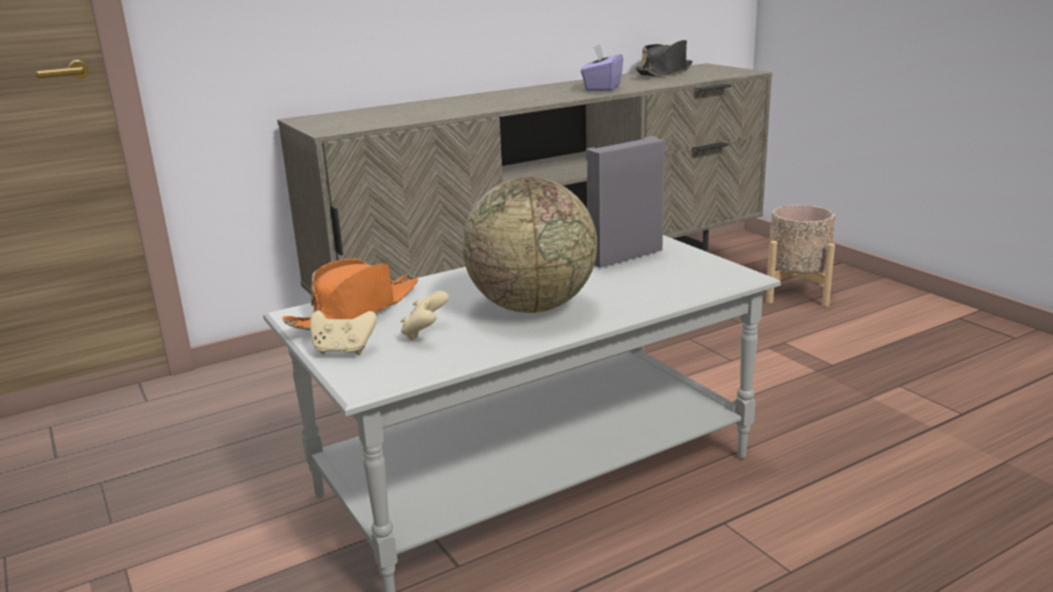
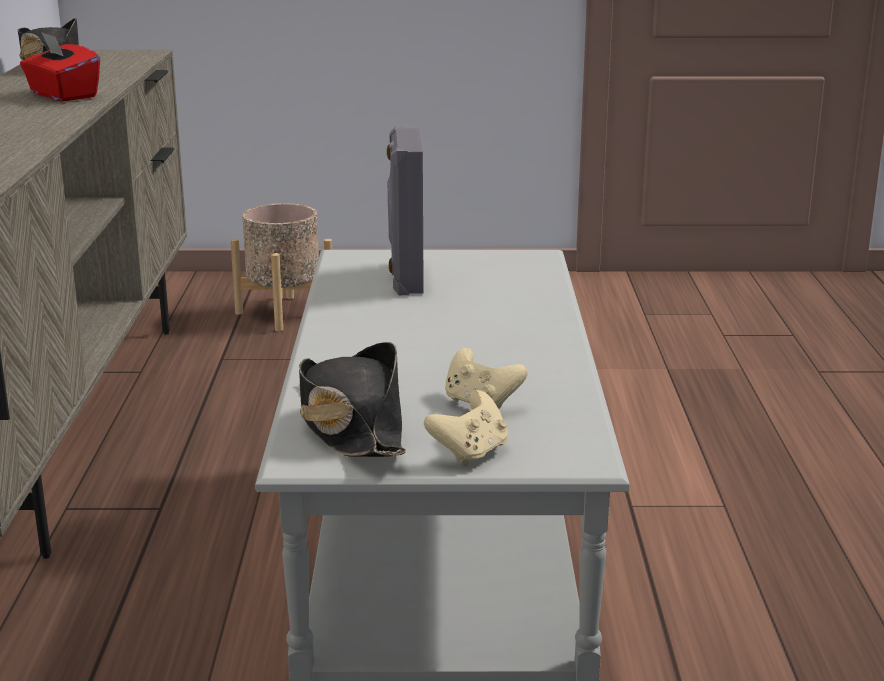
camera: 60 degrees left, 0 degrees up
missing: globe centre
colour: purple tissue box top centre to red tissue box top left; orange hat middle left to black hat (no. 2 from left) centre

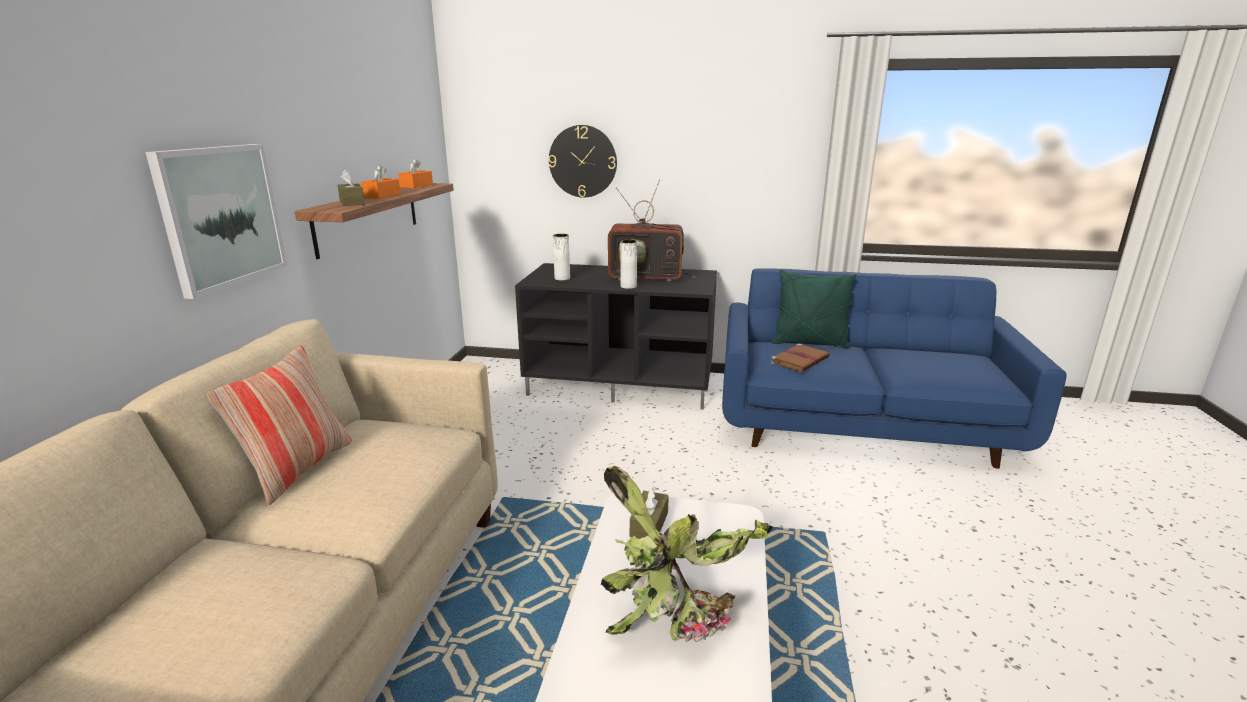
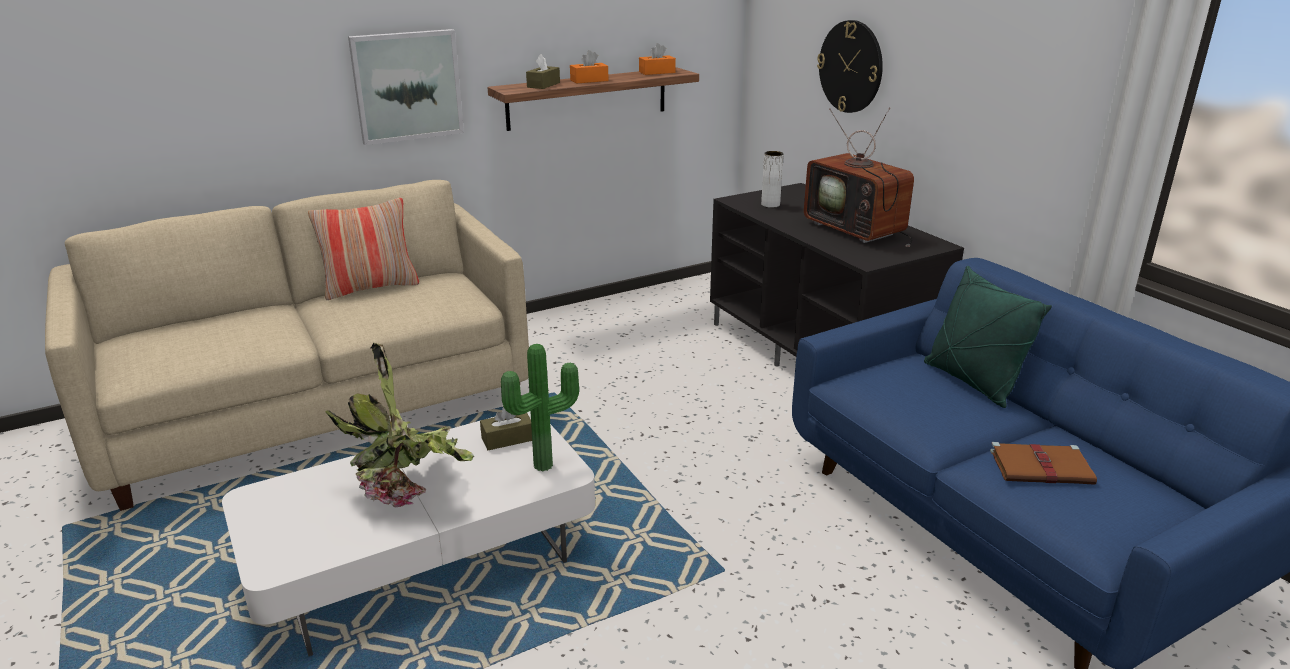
camera: 50 degrees right, 5 degrees up
missing: white vase (no. 2 from left) centre
appeared: potted plant (no. 2 from left) centre
relocated: brown book centre to bottom right

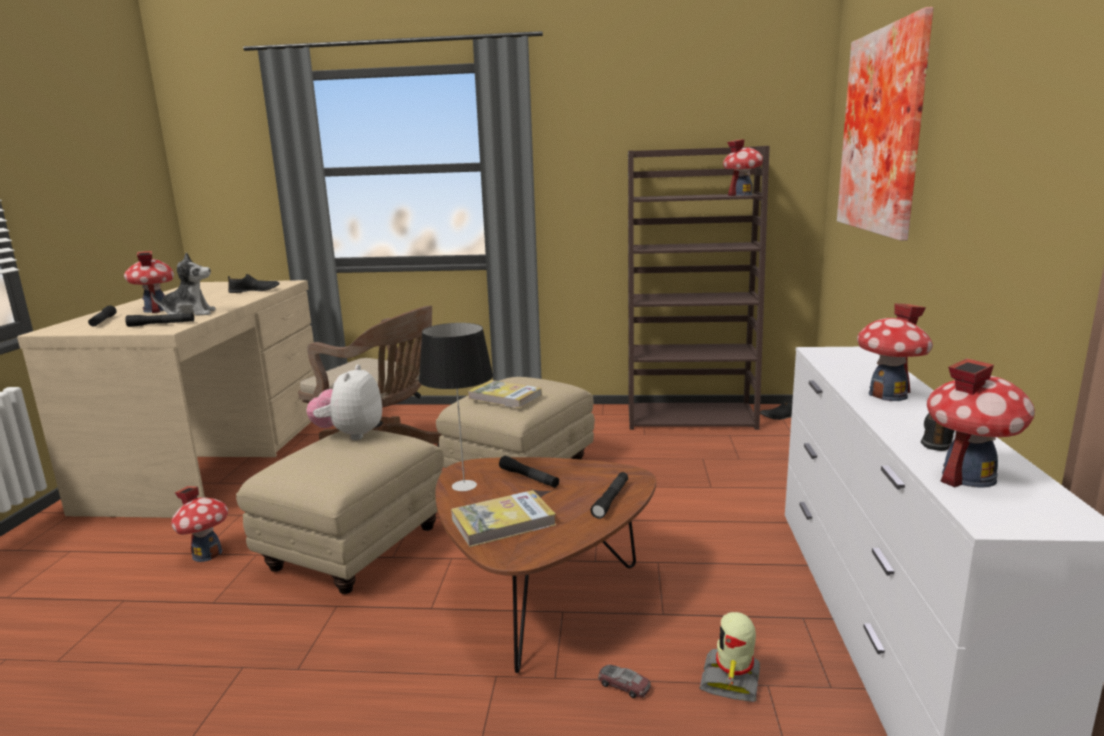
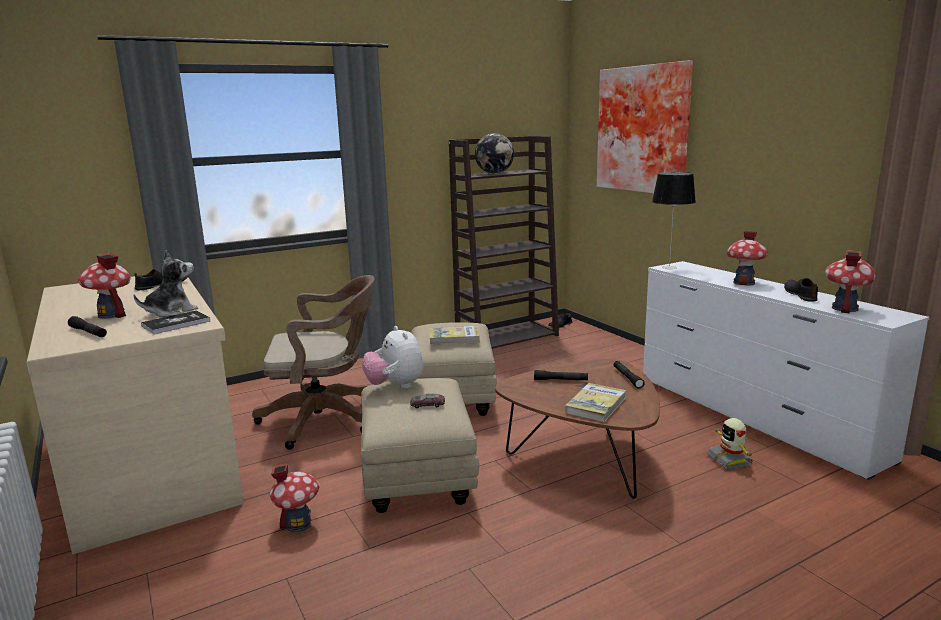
camera: 35 degrees left, 0 degrees up
missing: toy house (no. 3 from left) top right
appeared: globe top centre
relocated: table lamp centre to middle right; toy car bottom centre to centre
exchanged: black flashlight (no. 2 from left) middle left to book (no. 1 from left) middle left

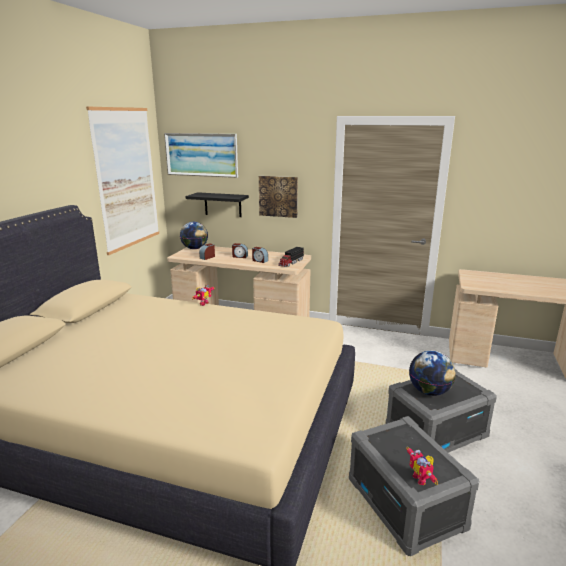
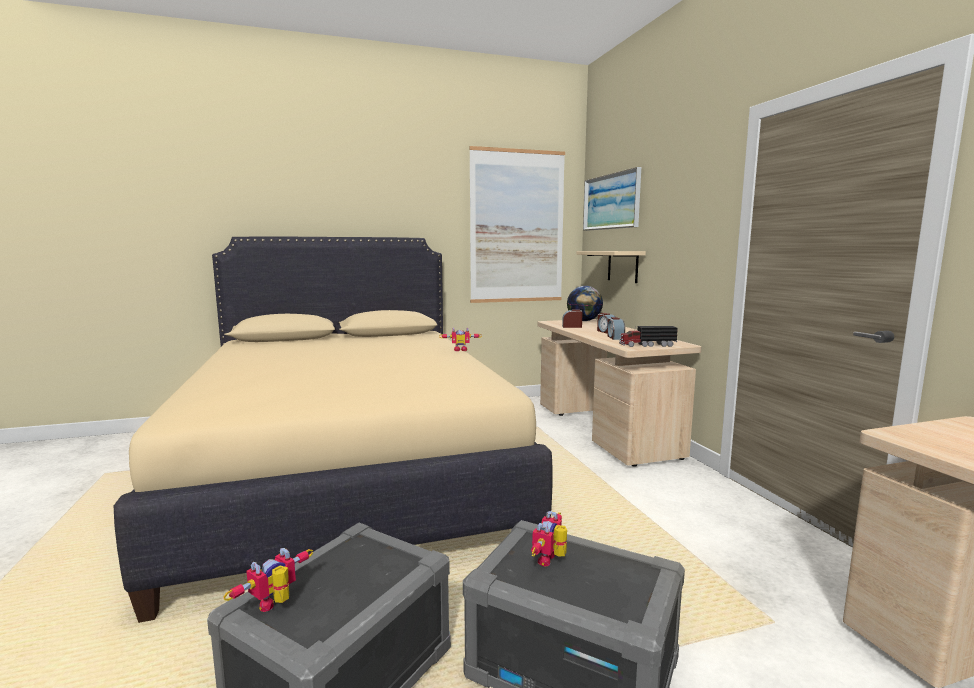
camera: 55 degrees right, 10 degrees down
missing: picture (no. 3 from left) centre
exchanged: globe (no. 2 from left) middle right to toy robot (no. 3 from left) bottom centre
colour: black shelf centre to beige shelf centre

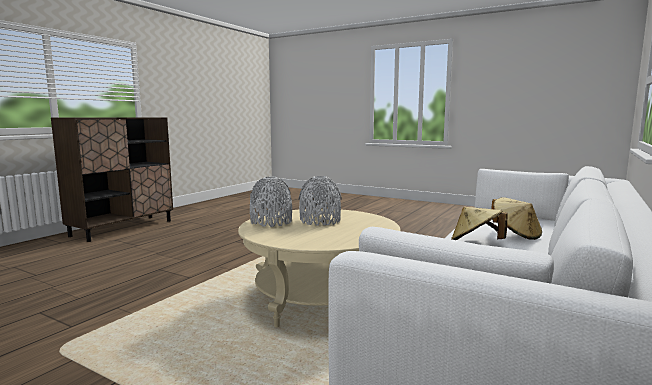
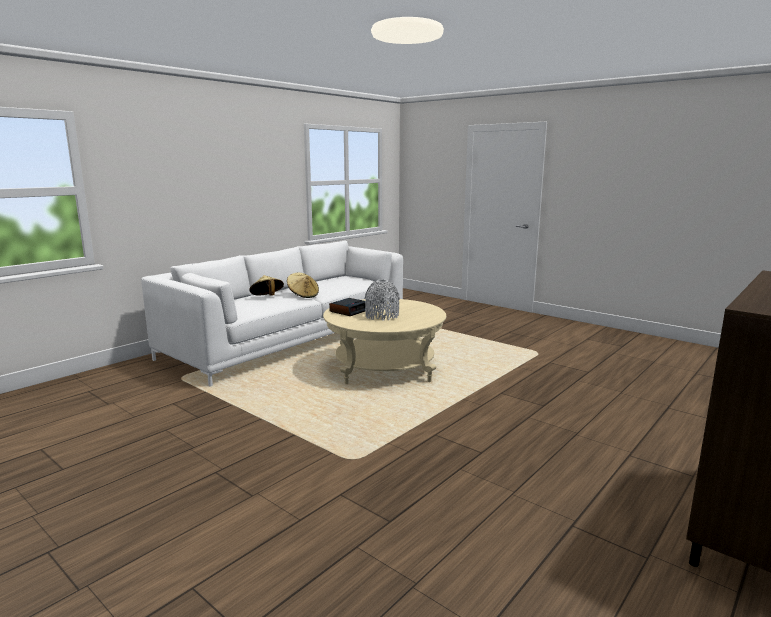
camera: 170 degrees left, 5 degrees up
missing: grey vase (no. 1 from left) centre
appeared: alarm clock centre

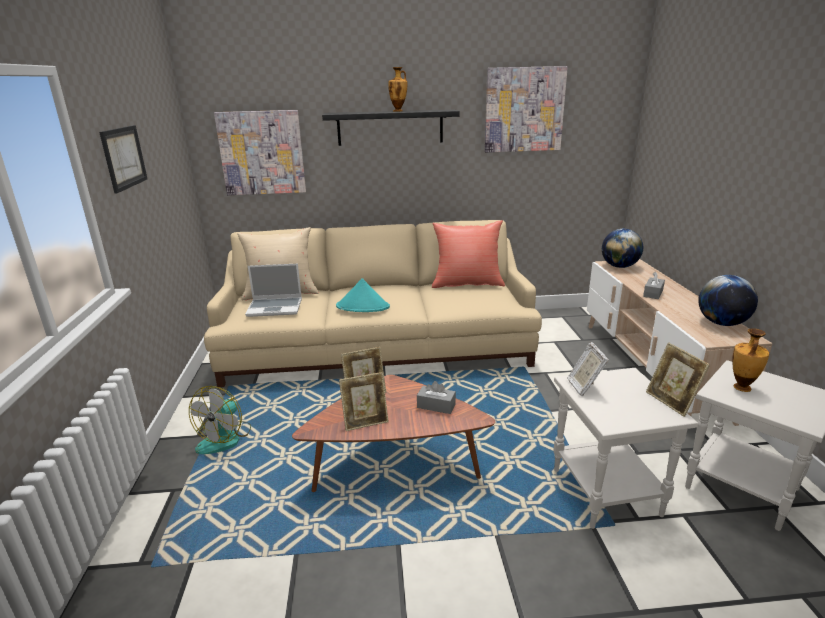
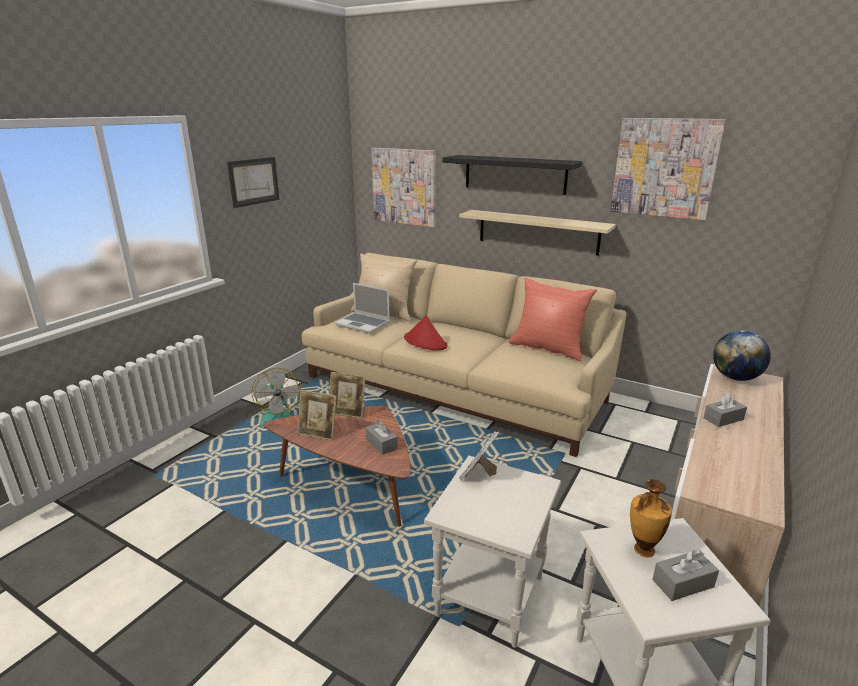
camera: 35 degrees right, 0 degrees up
missing: vase (no. 1 from left) top centre; globe (no. 2 from left) middle right; picture frame (no. 4 from left) middle right
appeared: beige shelf centre; grey tissue box (no. 2 from left) bottom right
colour: turquoise hat centre to red hat centre
spun: fan bottom left = middle left 75 degrees counterclockwise

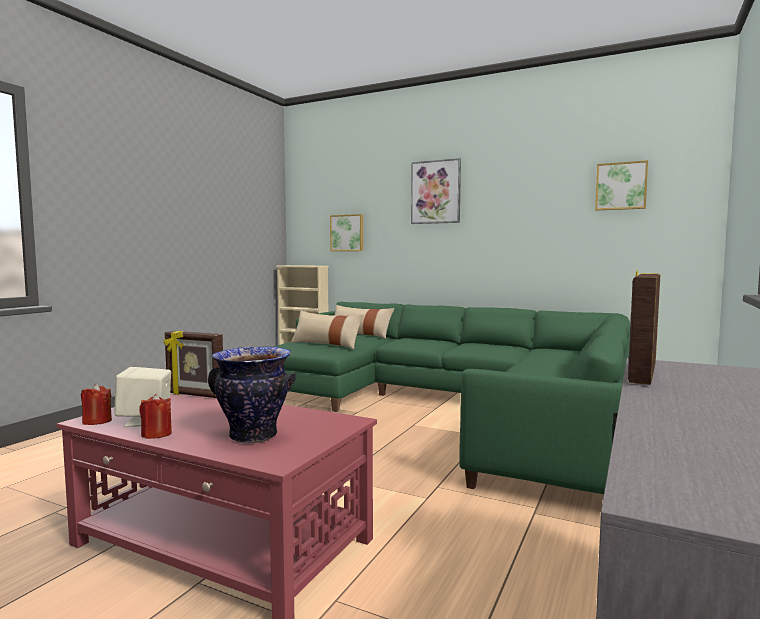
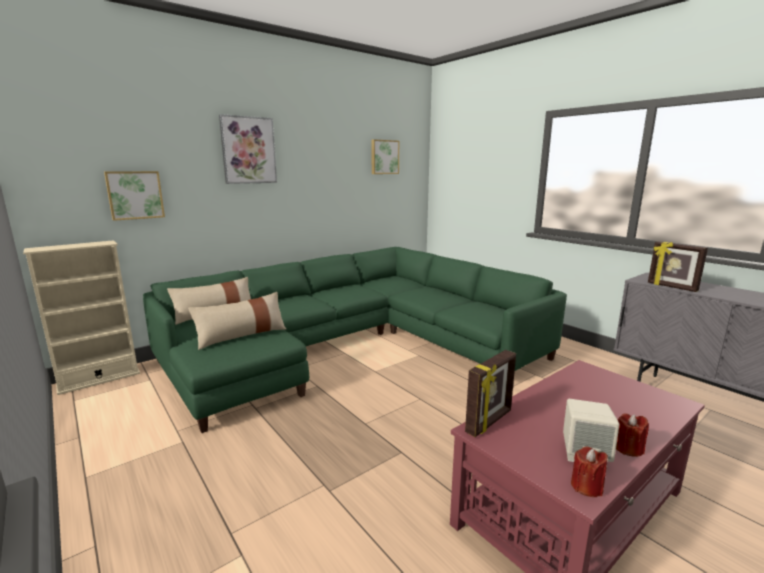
camera: 65 degrees left, 10 degrees up
missing: vase middle left

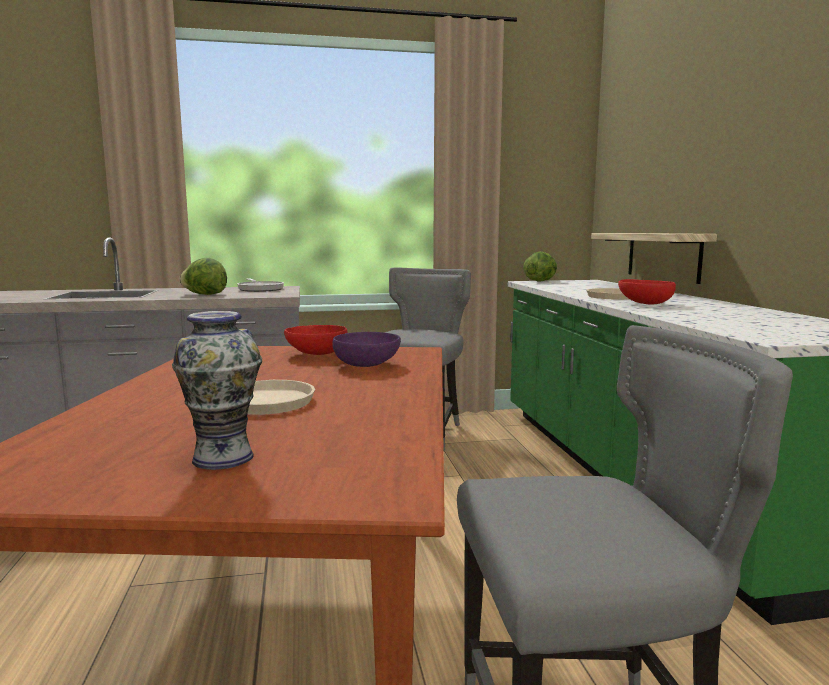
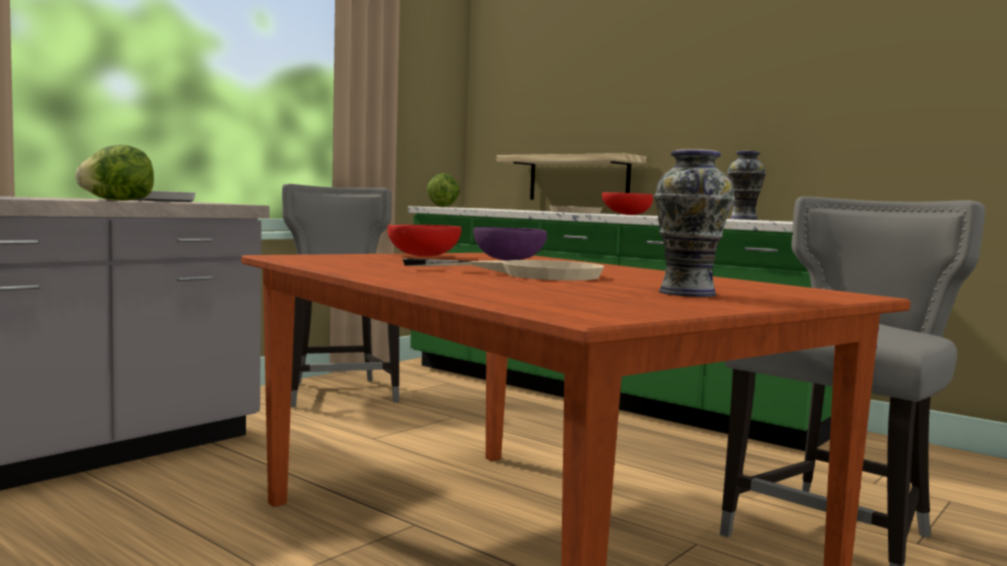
camera: 40 degrees left, 5 degrees down
appeared: vase (no. 2 from left) top right

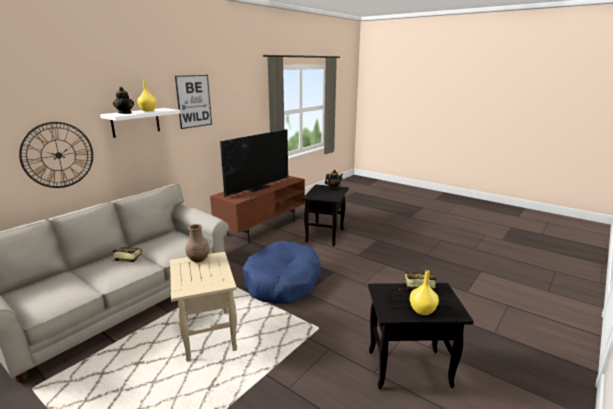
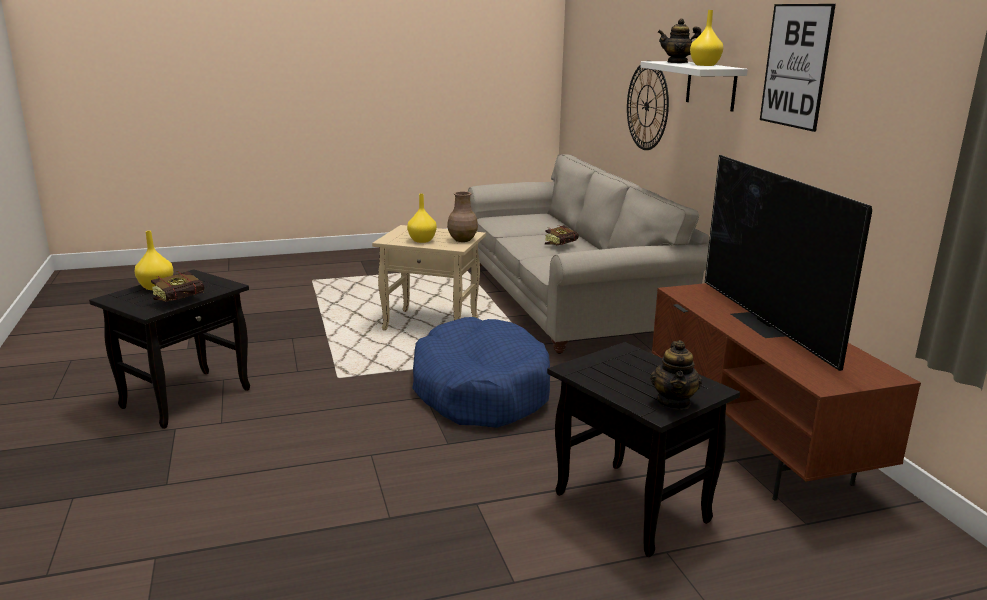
camera: 125 degrees right, 0 degrees up
appeared: yellow vase (no. 2 from left) centre

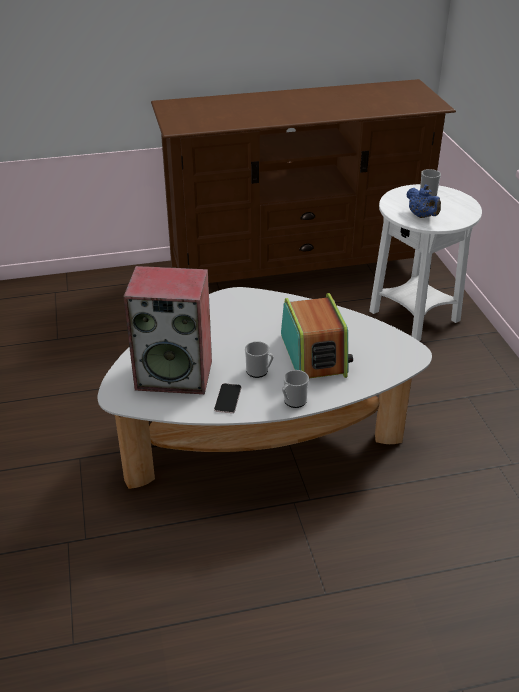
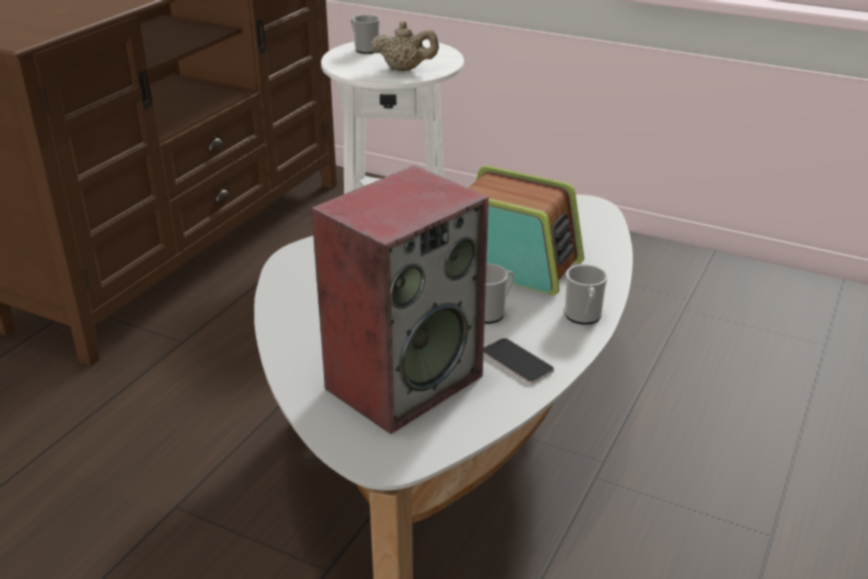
camera: 50 degrees left, 5 degrees down
colour: blue teapot top right to beige teapot top centre

